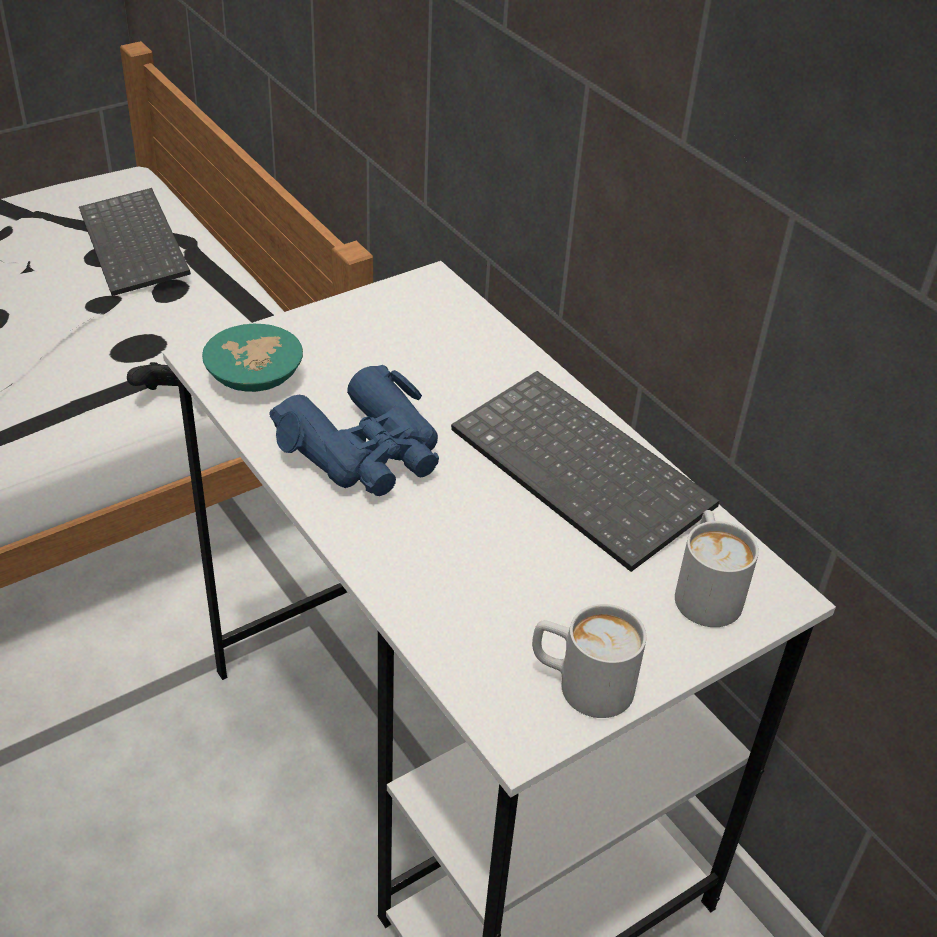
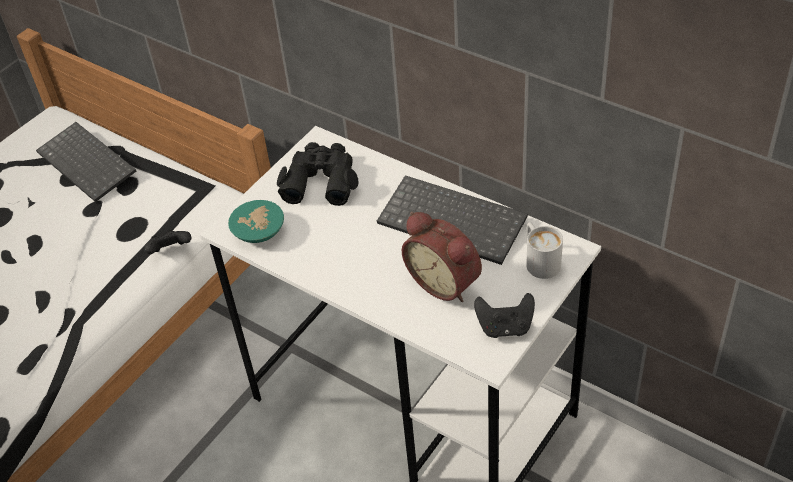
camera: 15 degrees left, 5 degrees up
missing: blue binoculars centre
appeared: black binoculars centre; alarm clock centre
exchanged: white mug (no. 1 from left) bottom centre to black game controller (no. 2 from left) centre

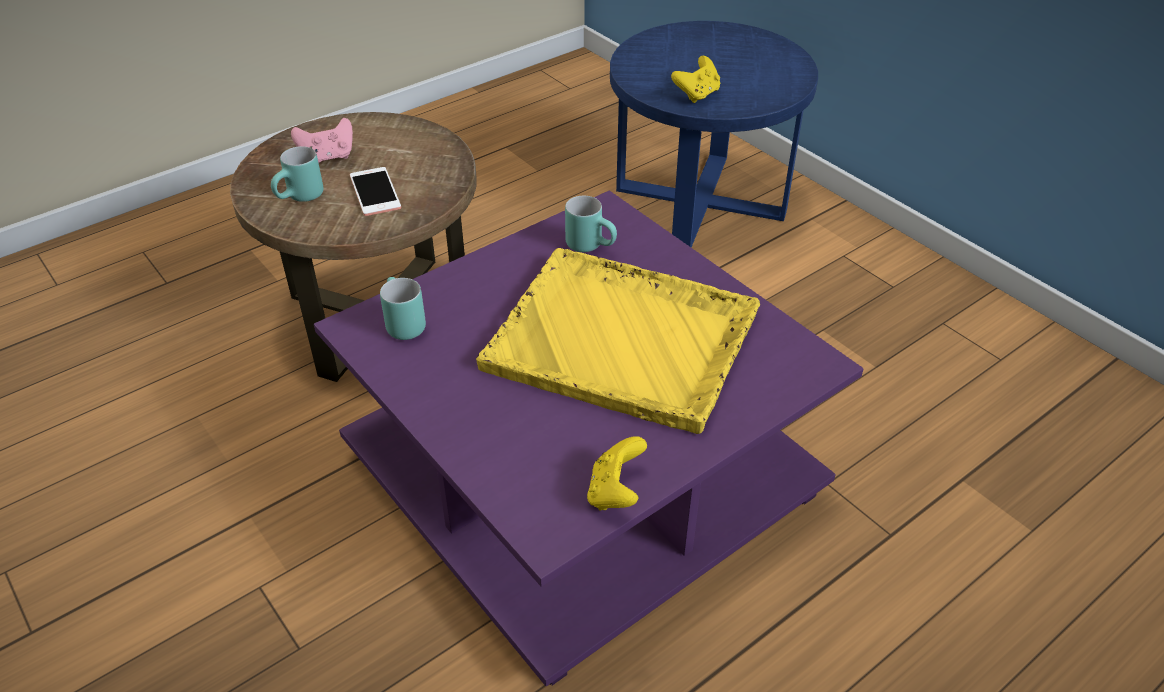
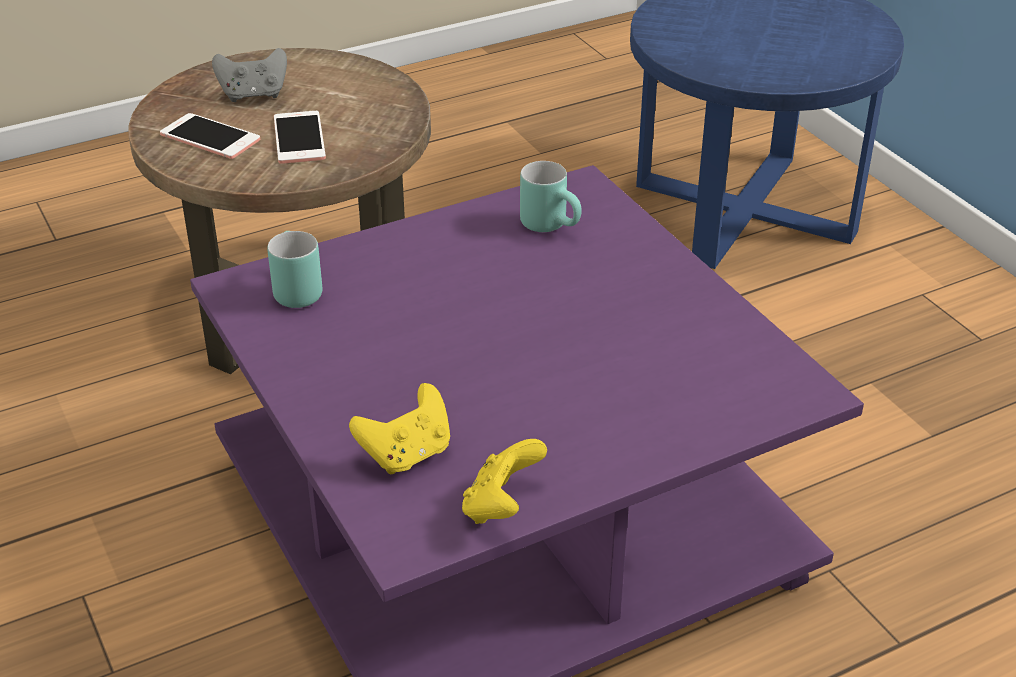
camera: 10 degrees right, 5 degrees down
missing: yellow tray centre
relocated: yellow game controller (no. 2 from left in the first image) top centre to yellow game controller (no. 1 from left) centre
exchanged: turquoise mug (no. 1 from left) top left to phone (no. 1 from left) top left
colour: pink game controller top left to grey game controller top left

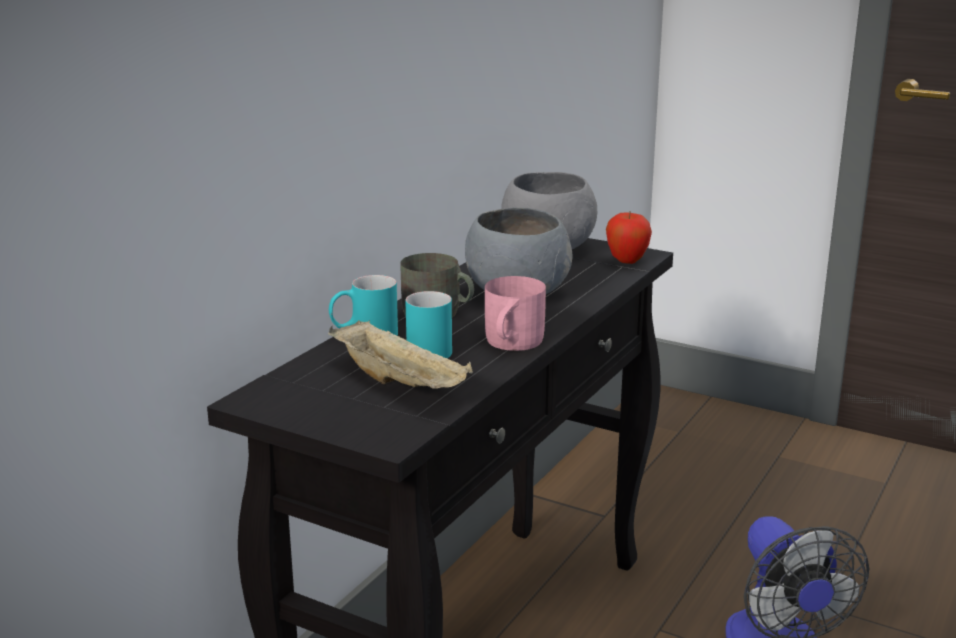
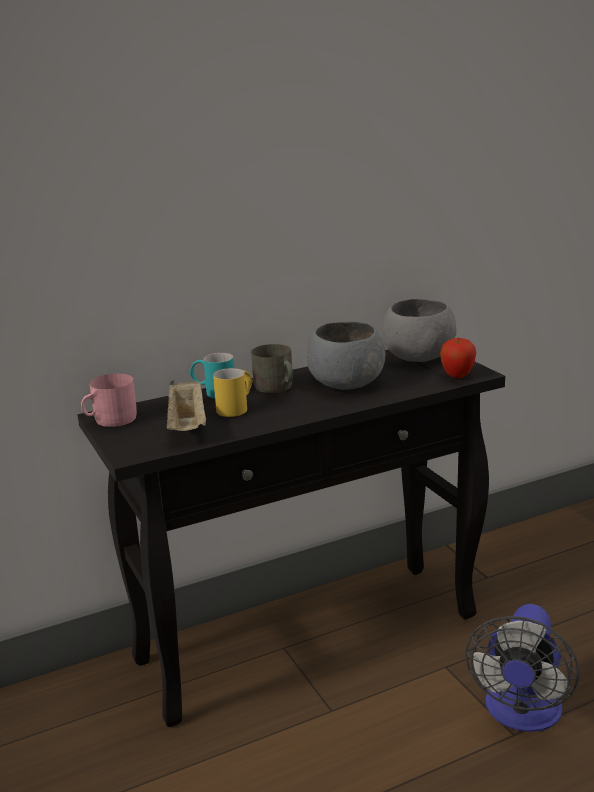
camera: 35 degrees right, 0 degrees up
relocated: pink mug centre to middle left
colour: turquoise mug (no. 2 from left) centre to yellow mug centre

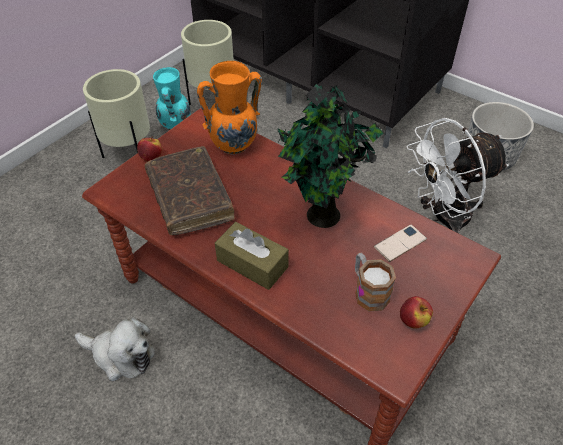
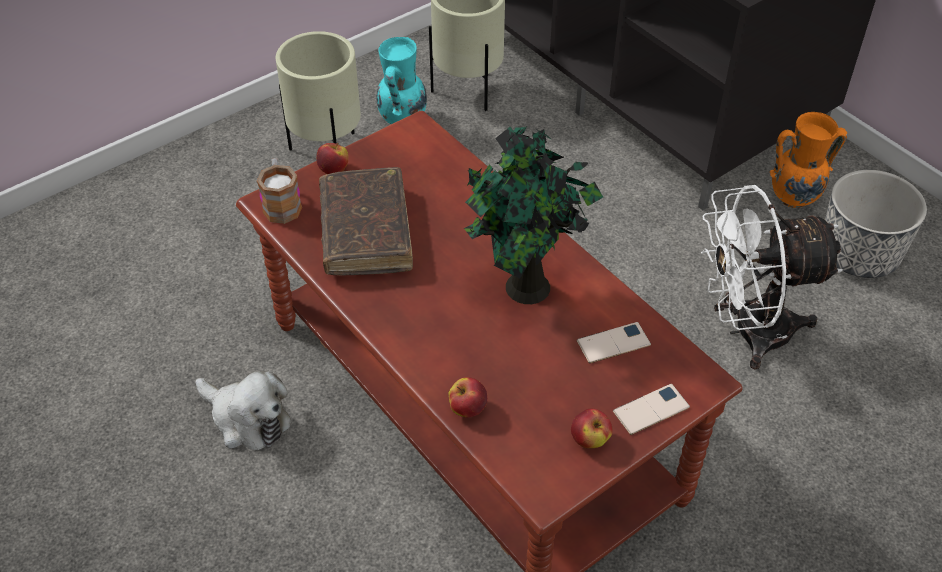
camera: 15 degrees right, 0 degrees up
missing: brown tissue box centre
appeared: apple (no. 2 from left) bottom centre; phone (no. 2 from left) bottom right
relocated: orange vase top centre to top right; mug centre to middle left

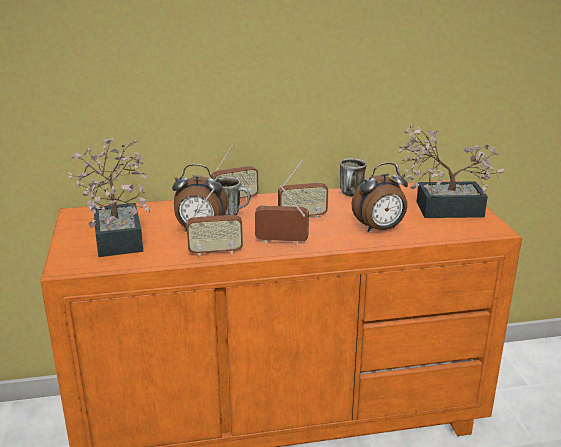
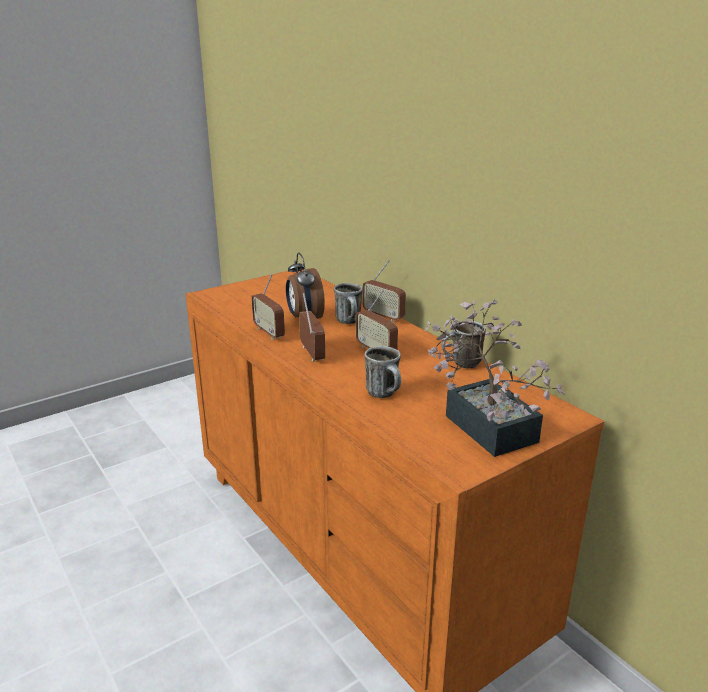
camera: 65 degrees right, 0 degrees up
missing: potted plant (no. 1 from left) middle left
exchanged: alarm clock (no. 2 from left) middle right to mug (no. 2 from left) centre

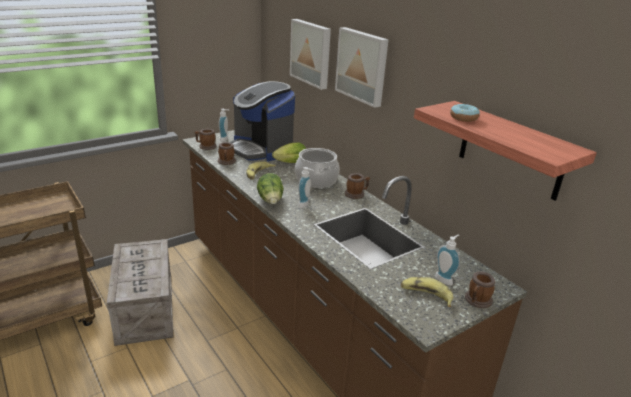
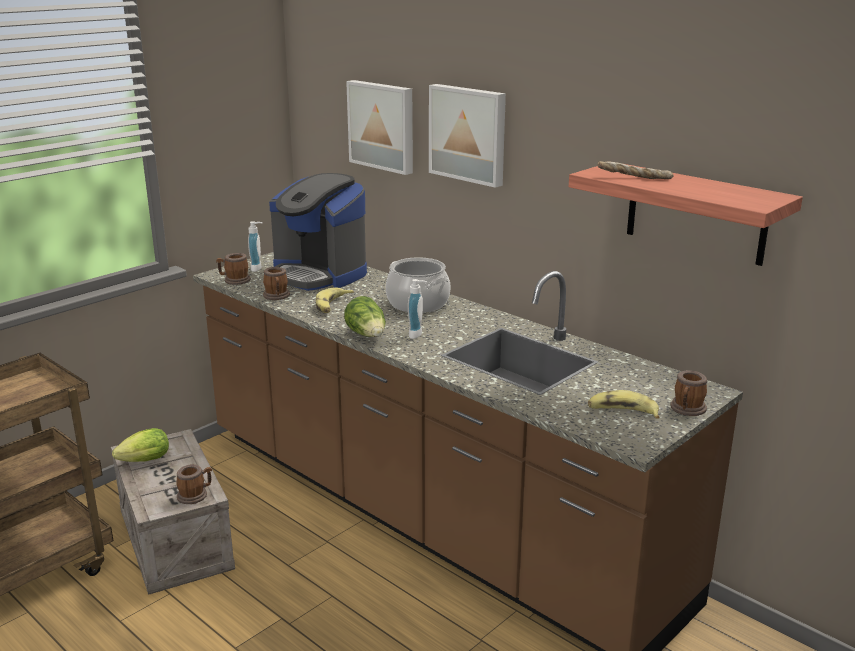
camera: 10 degrees left, 5 degrees down
missing: soap dispenser (no. 3 from left) middle right
relocated: lettuce (no. 2 from left in the first image) centre to lettuce (no. 1 from left) bottom left; mug (no. 3 from left in the first image) centre to mug (no. 1 from left) bottom left
exchanged: donut top right to bread top right

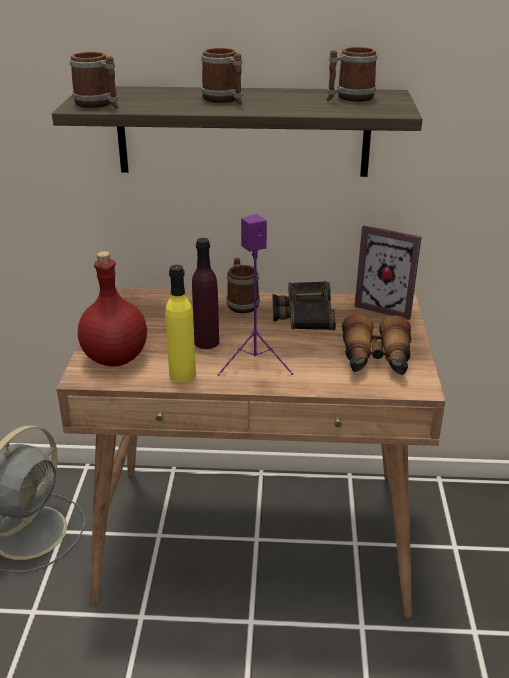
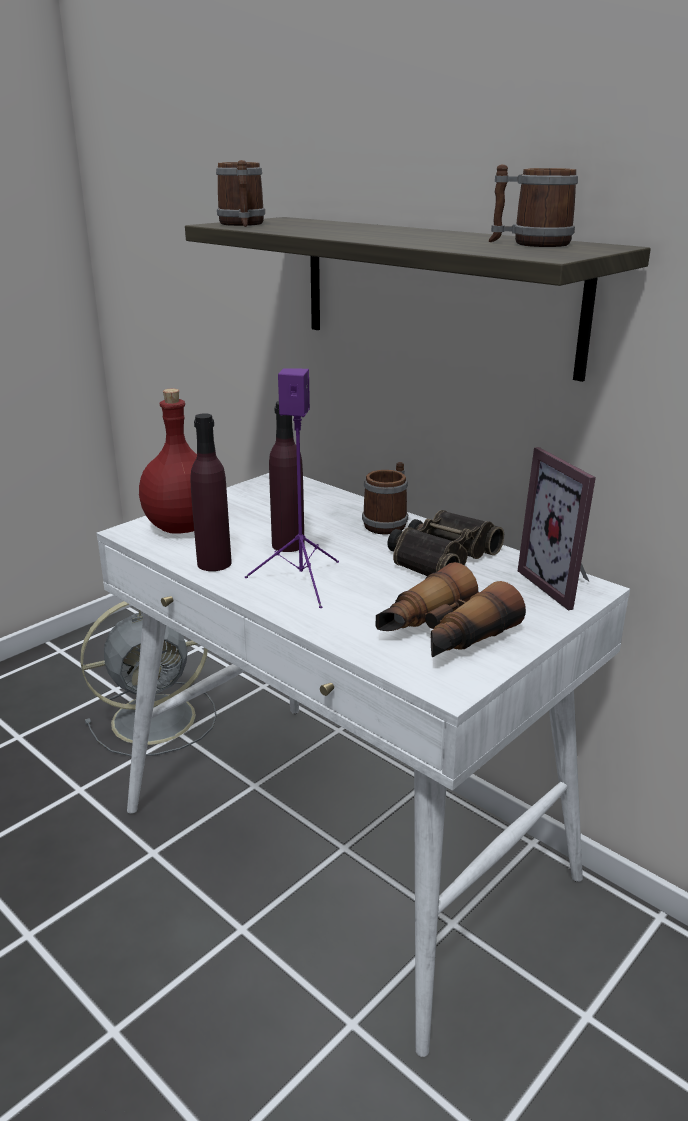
camera: 40 degrees right, 5 degrees down
missing: mug (no. 2 from left) top centre
colour: yellow bottle centre to purple bottle (no. 1 from left) middle left; brown desk bottom centre to white desk bottom centre

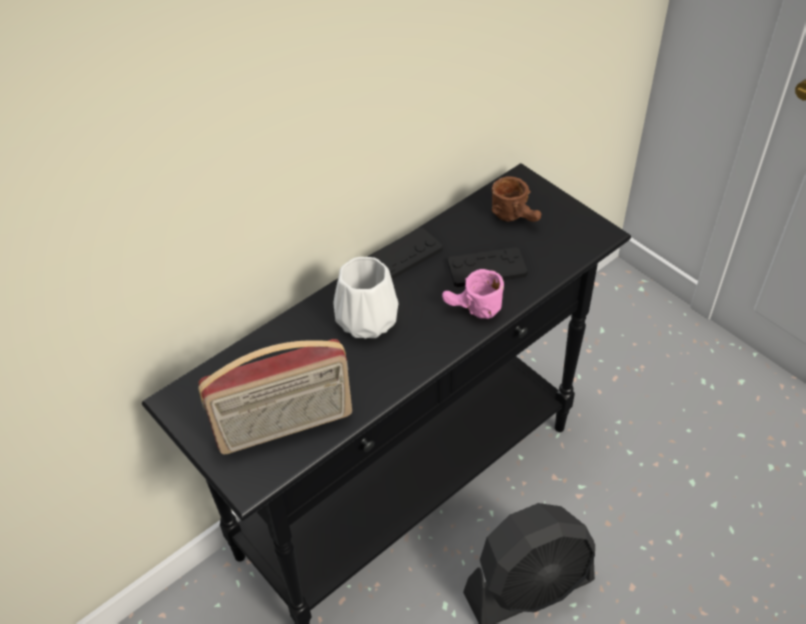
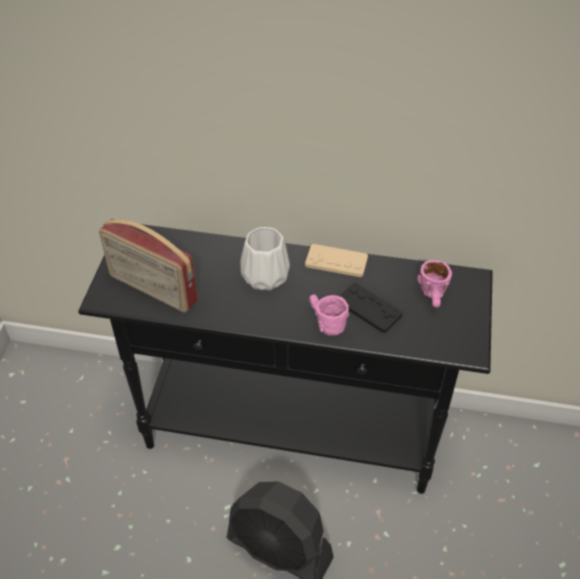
camera: 50 degrees right, 0 degrees up
colour: brown mug top centre to pink mug (no. 2 from left) middle right; black game controller (no. 1 from left) centre to beige game controller centre

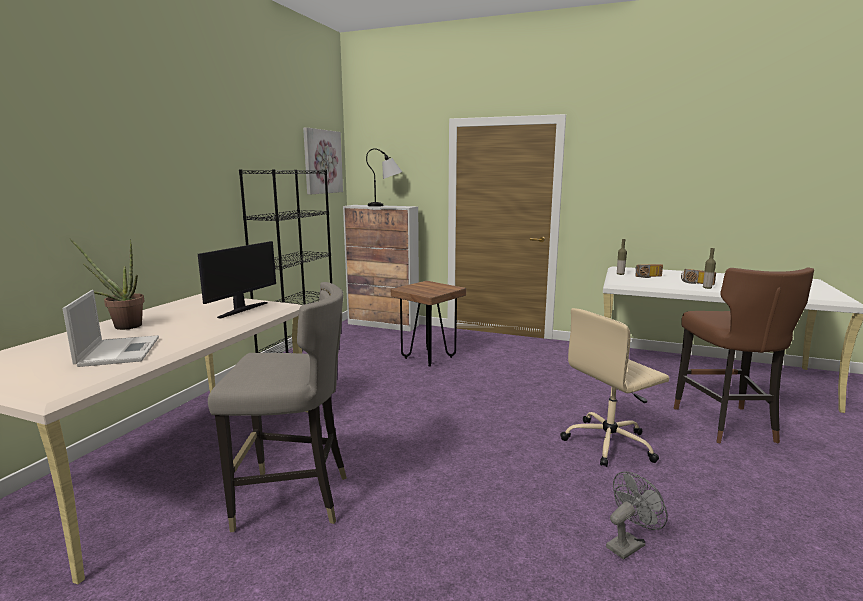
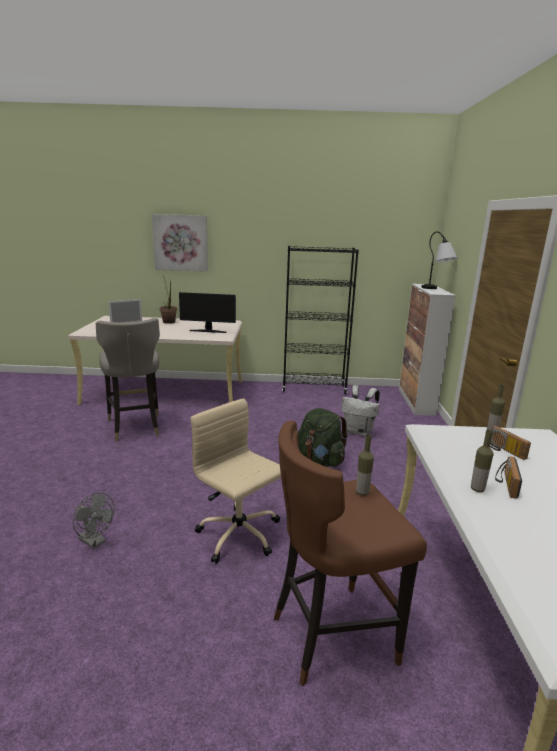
camera: 70 degrees right, 5 degrees up
appeared: green backpack centre; bottle (no. 1 from left) centre
relocated: picture top centre to top left
exchanged: brown stool (no. 1 from left) centre to white backpack centre

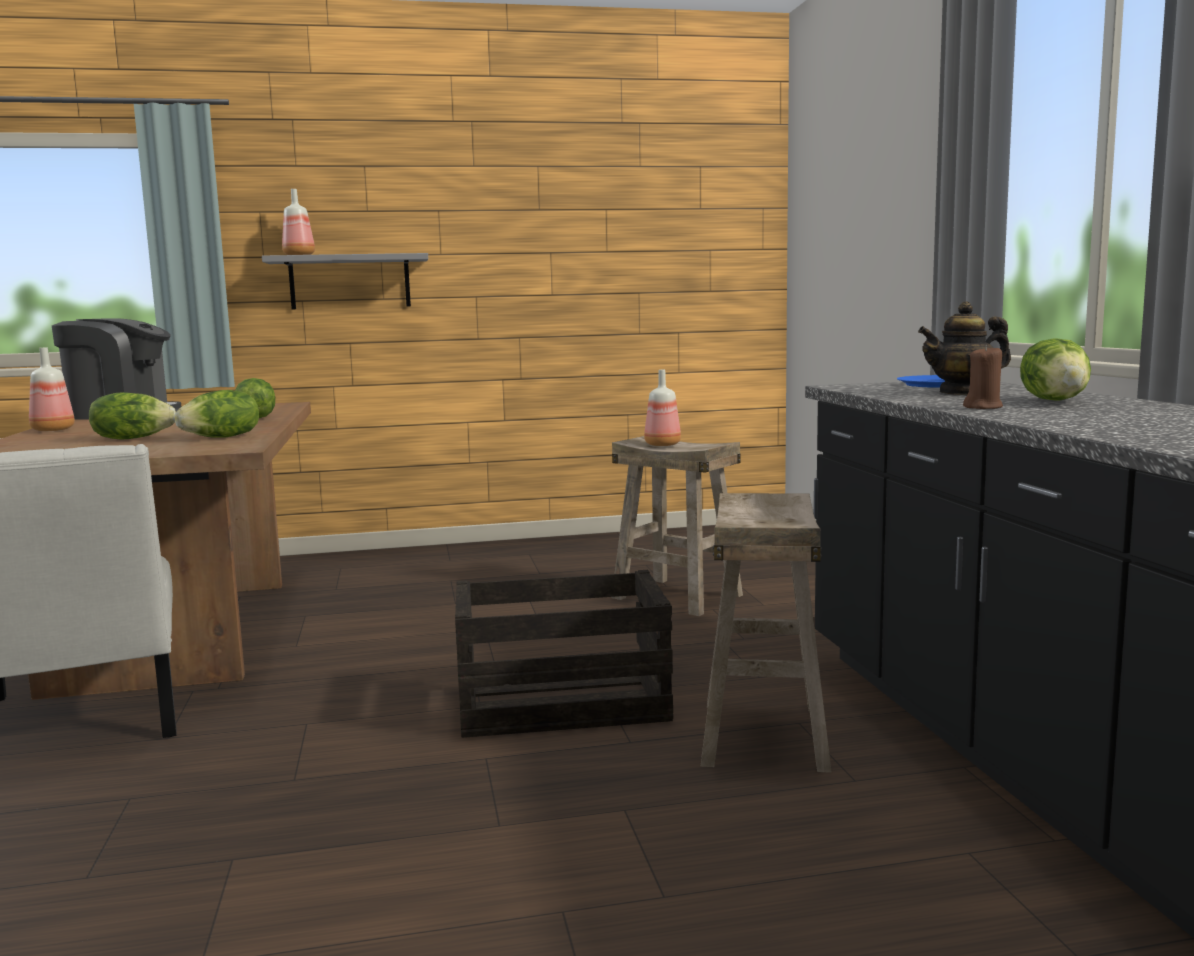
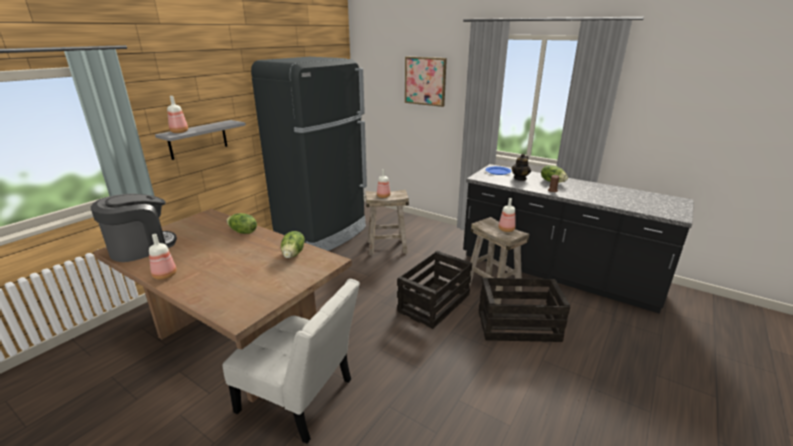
camera: 45 degrees left, 15 degrees up
missing: lettuce (no. 1 from left) middle left
appeared: black fridge centre; picture top centre; bottle (no. 4 from left) centre; crate (no. 2 from left) bottom centre

